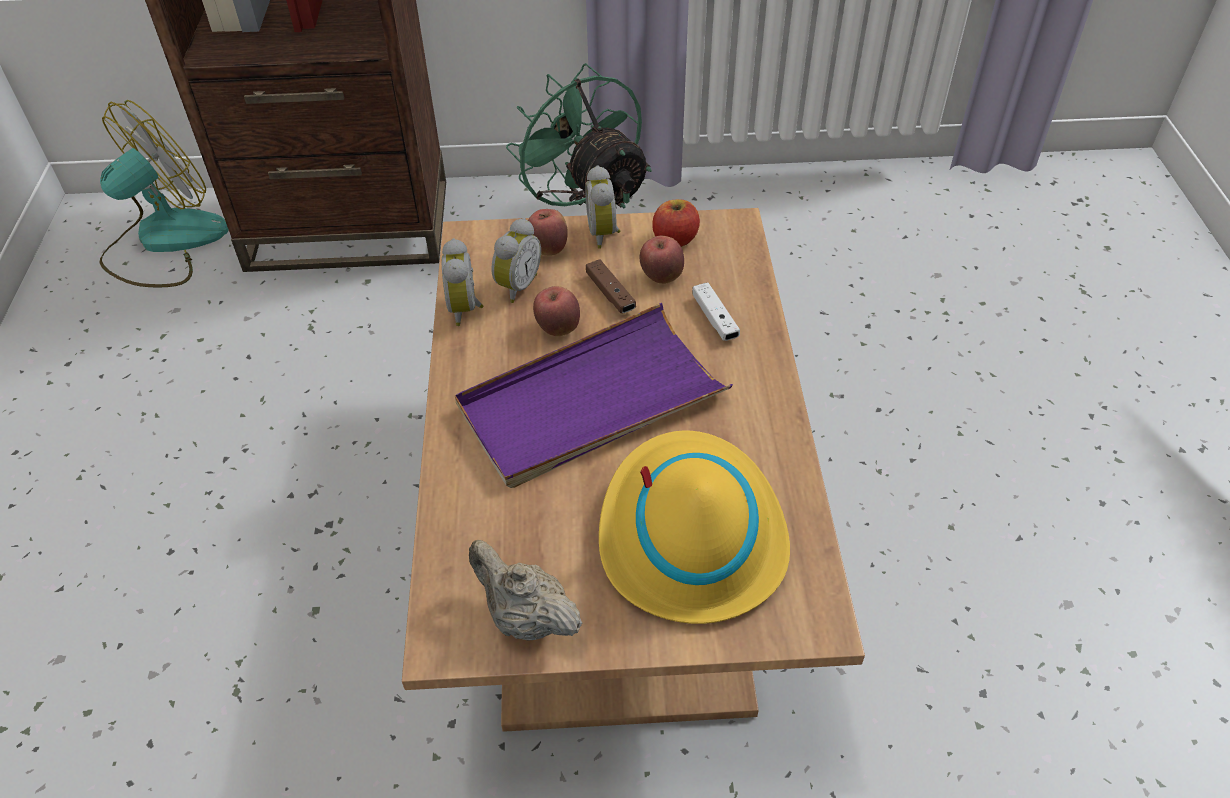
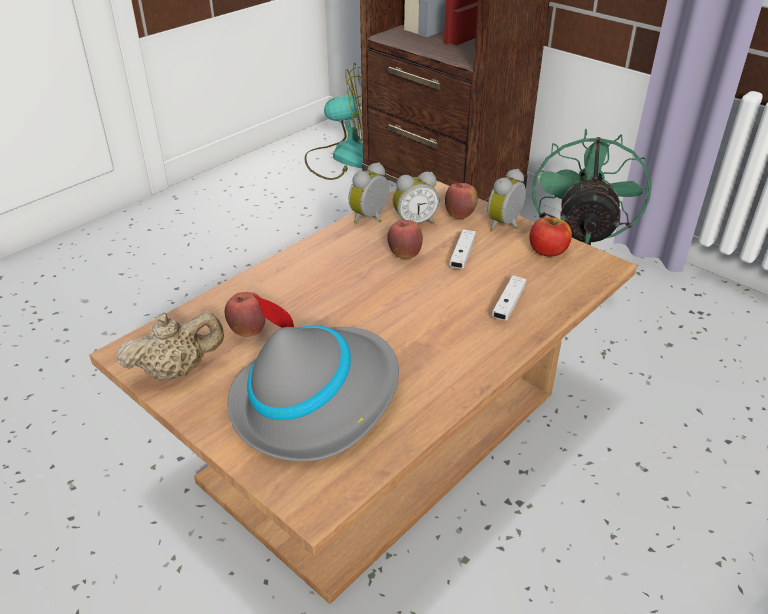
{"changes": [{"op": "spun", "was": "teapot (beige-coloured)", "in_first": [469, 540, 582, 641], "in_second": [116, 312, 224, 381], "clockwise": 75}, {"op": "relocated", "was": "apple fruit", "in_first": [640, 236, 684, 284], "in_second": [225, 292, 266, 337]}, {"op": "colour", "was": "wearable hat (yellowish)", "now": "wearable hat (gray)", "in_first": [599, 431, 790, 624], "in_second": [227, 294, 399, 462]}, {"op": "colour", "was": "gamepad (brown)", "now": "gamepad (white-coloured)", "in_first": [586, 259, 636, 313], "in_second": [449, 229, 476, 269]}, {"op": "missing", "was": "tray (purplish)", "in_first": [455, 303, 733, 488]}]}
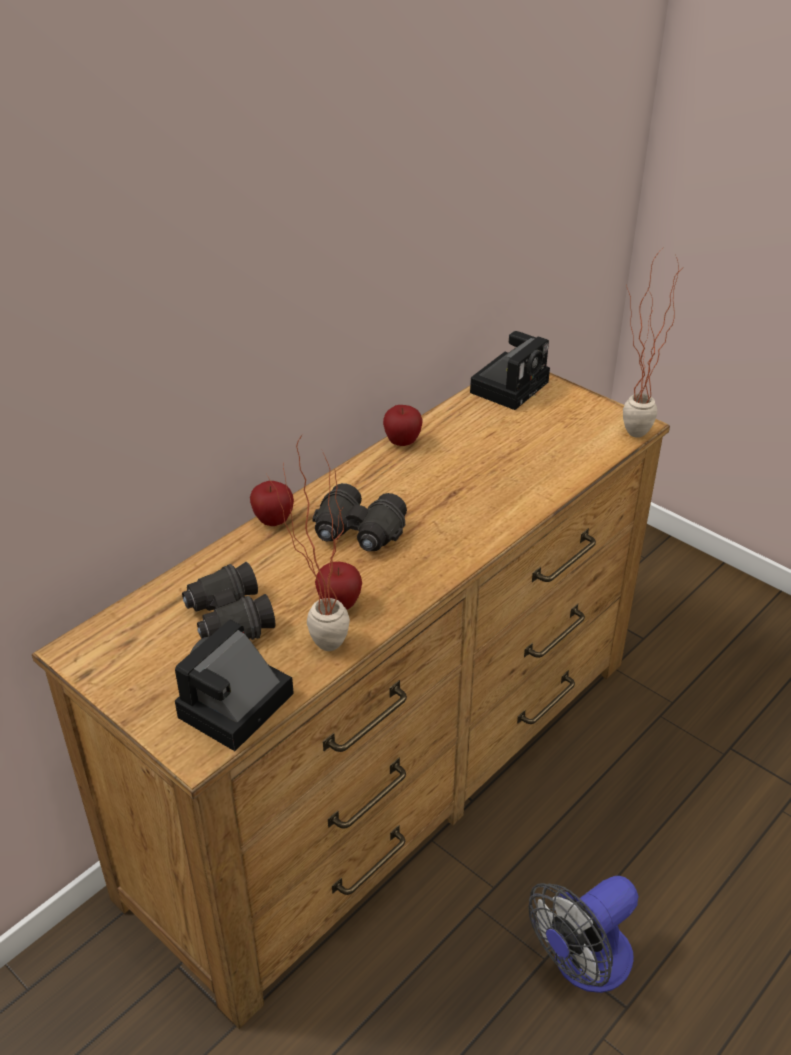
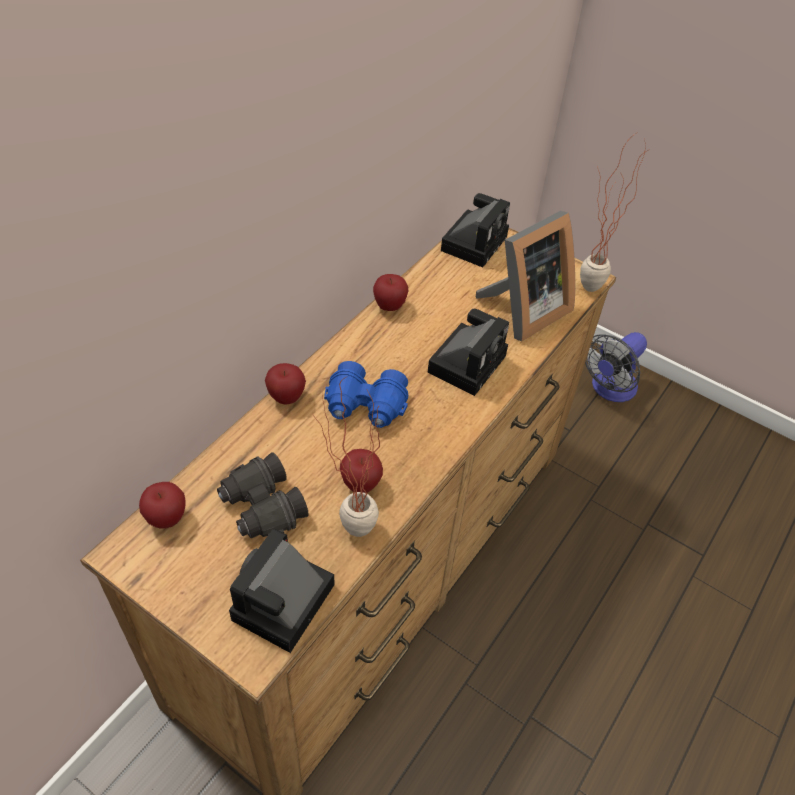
{"changes": [{"op": "appeared", "now": "apple fruit", "in_second": [139, 482, 186, 529]}, {"op": "colour", "was": "binoculars (black-coloured)", "now": "binoculars (blue)", "in_first": [312, 483, 407, 551], "in_second": [324, 361, 408, 428]}, {"op": "appeared", "now": "still camera", "in_second": [427, 309, 509, 396]}, {"op": "appeared", "now": "standing frame", "in_second": [476, 211, 575, 342]}, {"op": "relocated", "was": "cooling fan", "in_first": [528, 876, 638, 993], "in_second": [585, 332, 647, 402]}]}
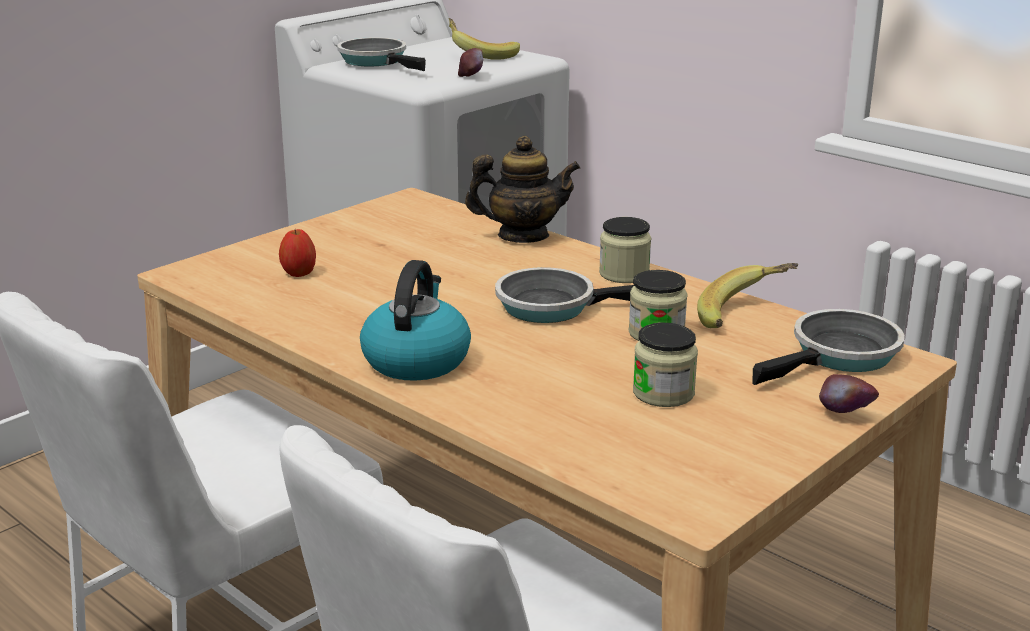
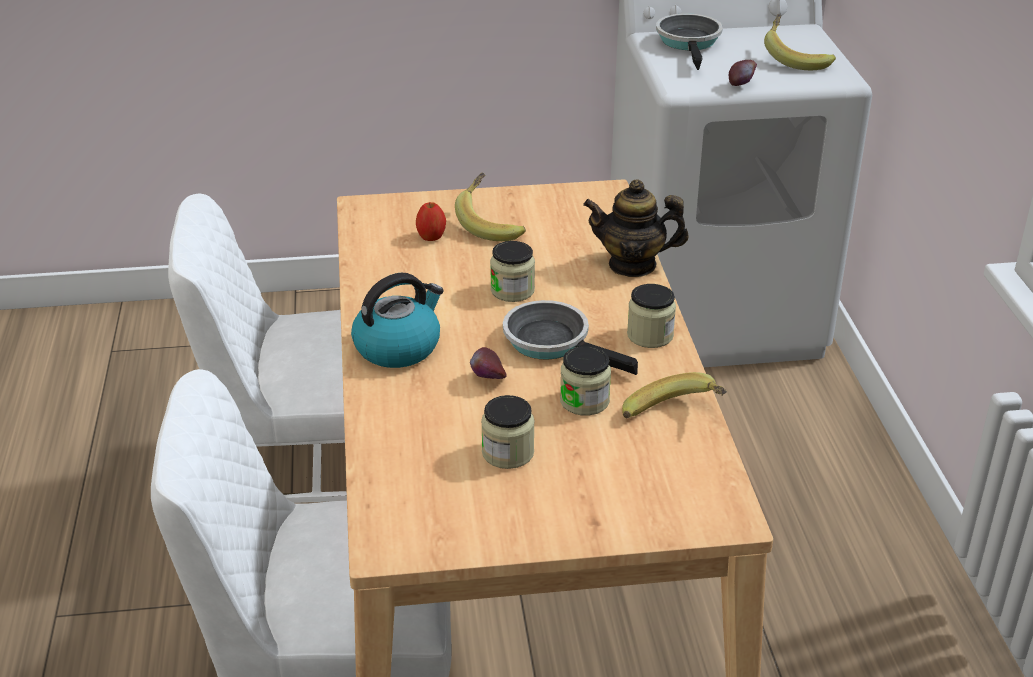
{"changes": [{"op": "appeared", "now": "banana", "in_second": [455, 172, 526, 241]}, {"op": "relocated", "was": "apple fruit", "in_first": [819, 374, 879, 413], "in_second": [470, 347, 507, 379]}, {"op": "appeared", "now": "storage jar", "in_second": [490, 241, 535, 302]}, {"op": "spun", "was": "teapot", "in_first": [465, 136, 580, 243], "in_second": [583, 179, 689, 277], "clockwise": 150}, {"op": "missing", "was": "pan", "in_first": [753, 309, 905, 385]}]}
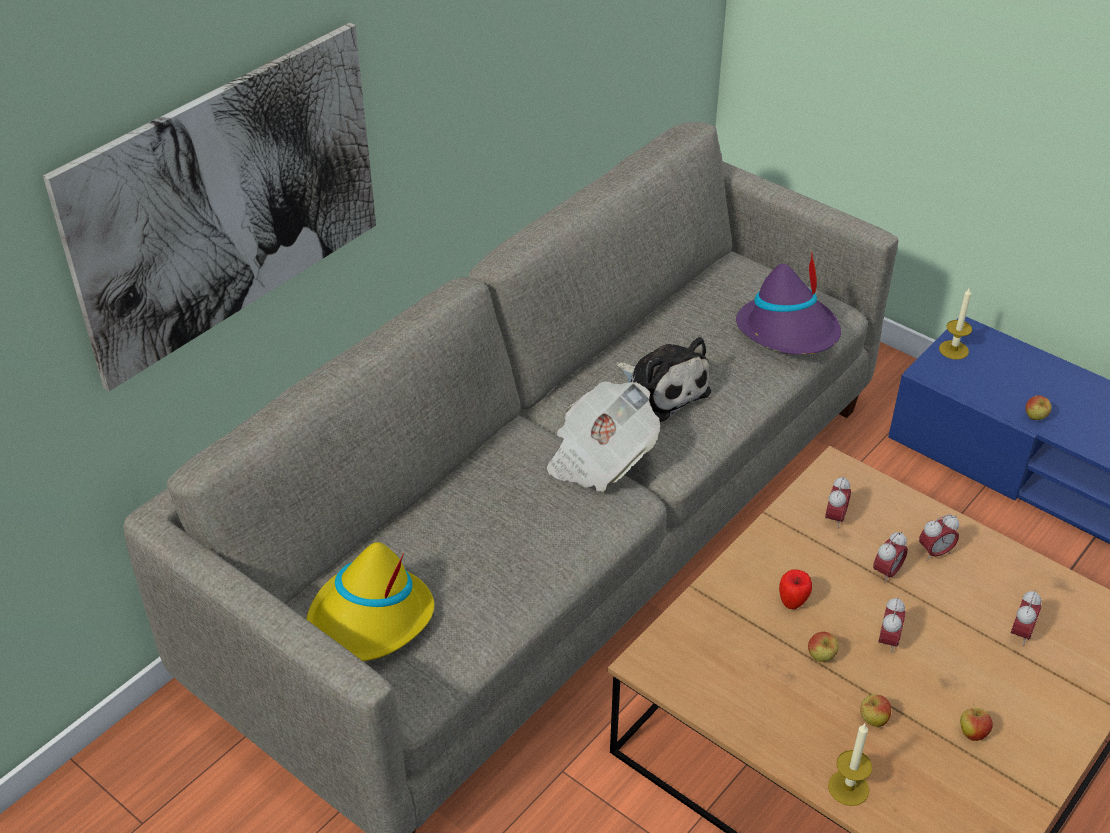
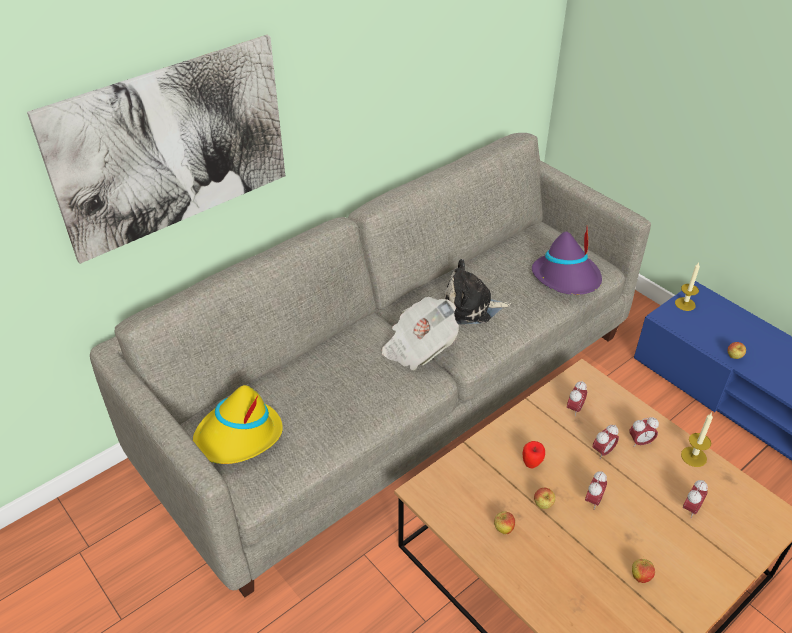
{"changes": [{"op": "spun", "was": "cuddly toy", "in_first": [616, 337, 711, 422], "in_second": [445, 259, 511, 324], "clockwise": 120}, {"op": "relocated", "was": "apple fruit", "in_first": [860, 694, 891, 727], "in_second": [494, 511, 515, 535]}, {"op": "relocated", "was": "wax candle", "in_first": [828, 724, 872, 806], "in_second": [681, 413, 713, 467]}]}
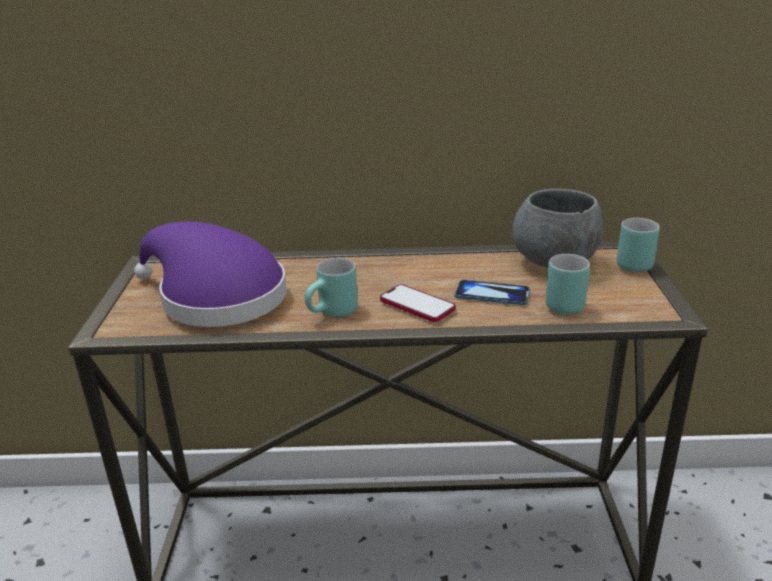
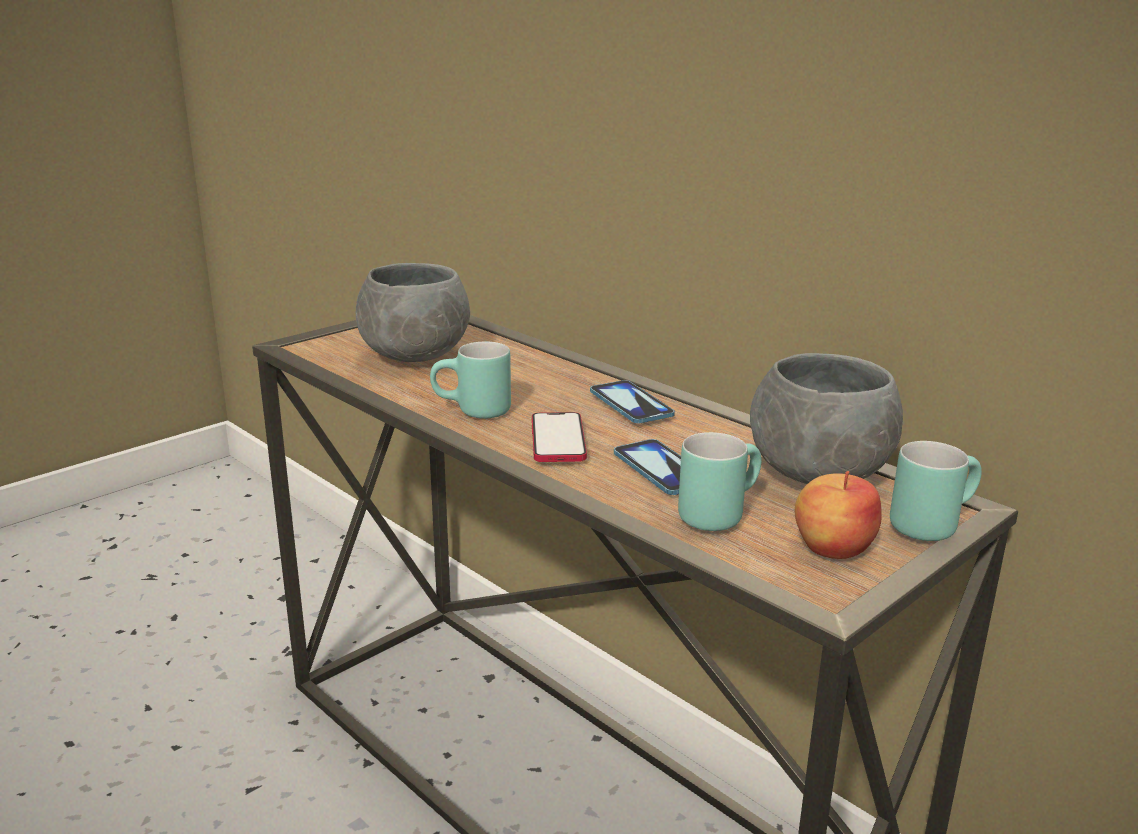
{"changes": [{"op": "exchanged", "was": "wearable hat (purplish)", "now": "deep dish (gray)", "in_first": [134, 221, 287, 327], "in_second": [356, 263, 470, 362]}, {"op": "appeared", "now": "phone", "in_second": [590, 380, 675, 423]}, {"op": "appeared", "now": "apple fruit", "in_second": [795, 471, 882, 559]}]}
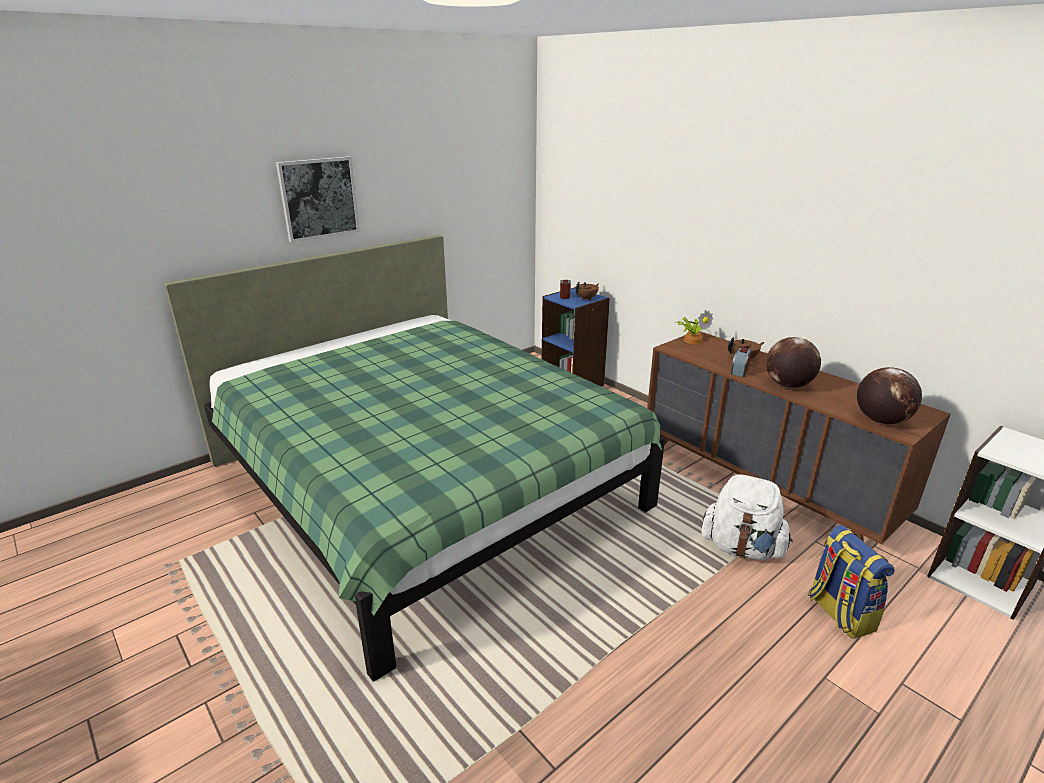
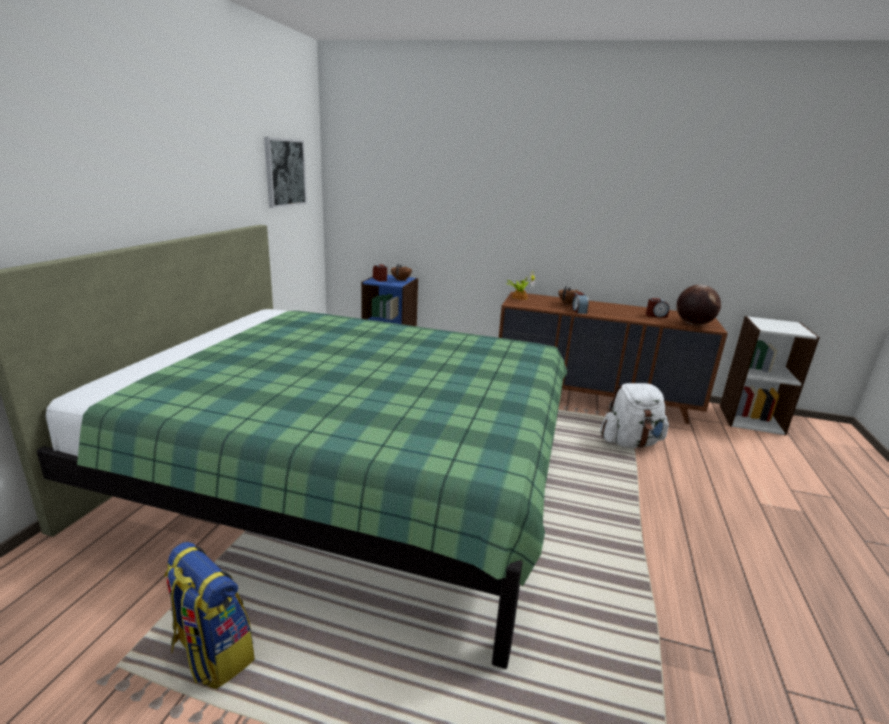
{"changes": [{"op": "relocated", "was": "backpack", "in_first": [808, 525, 895, 639], "in_second": [164, 542, 255, 689]}, {"op": "relocated", "was": "wall picture", "in_first": [276, 156, 360, 242], "in_second": [264, 137, 307, 208]}, {"op": "appeared", "now": "table clock", "in_second": [646, 298, 669, 318]}, {"op": "missing", "was": "desk globe", "in_first": [766, 337, 821, 388]}]}
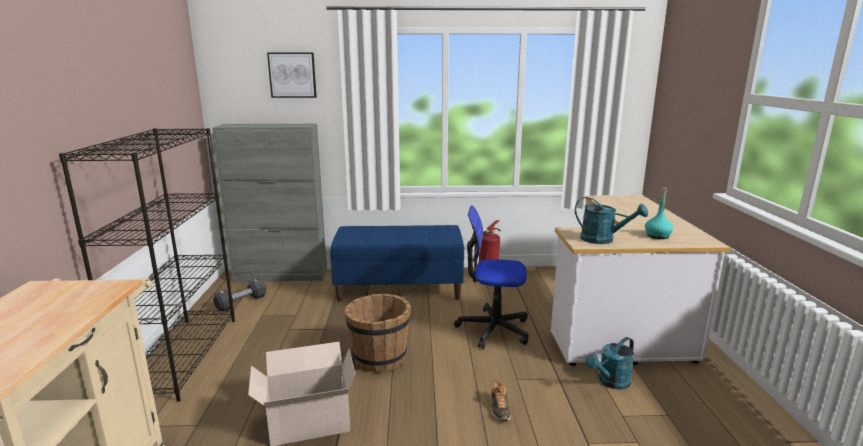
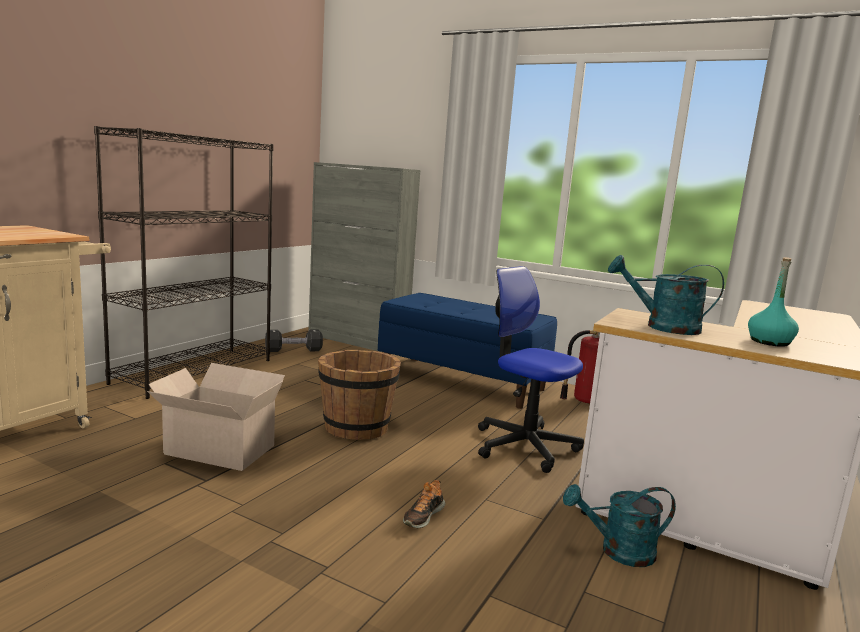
{"changes": [{"op": "spun", "was": "watering pot (turquoise-coloured)", "in_first": [575, 197, 648, 244], "in_second": [608, 255, 724, 335], "clockwise": 135}, {"op": "missing", "was": "wall picture", "in_first": [267, 52, 317, 98]}]}
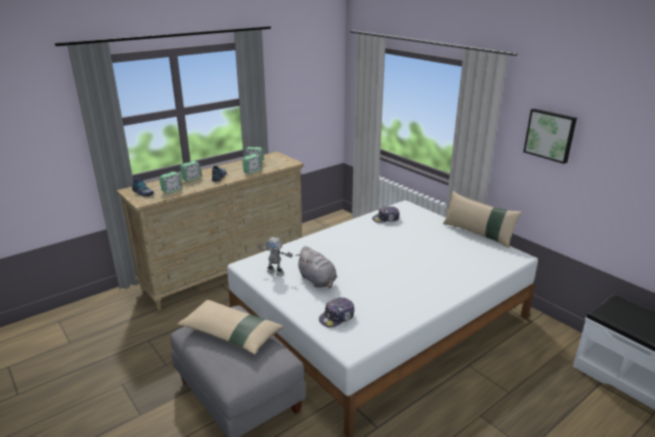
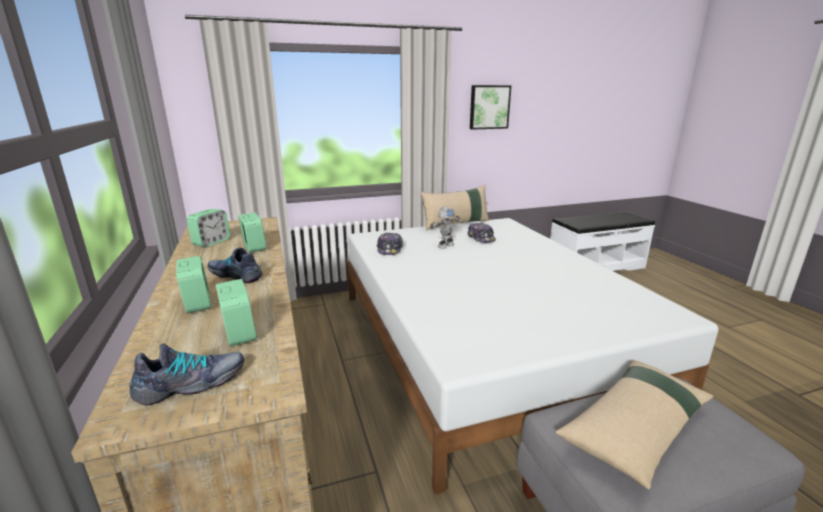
{"changes": [{"op": "relocated", "was": "model robot", "in_first": [258, 237, 293, 276], "in_second": [430, 206, 460, 249]}, {"op": "relocated", "was": "peaked cap", "in_first": [319, 297, 354, 328], "in_second": [467, 223, 496, 243]}, {"op": "missing", "was": "cuddly toy (gray)", "in_first": [296, 246, 337, 289]}]}
